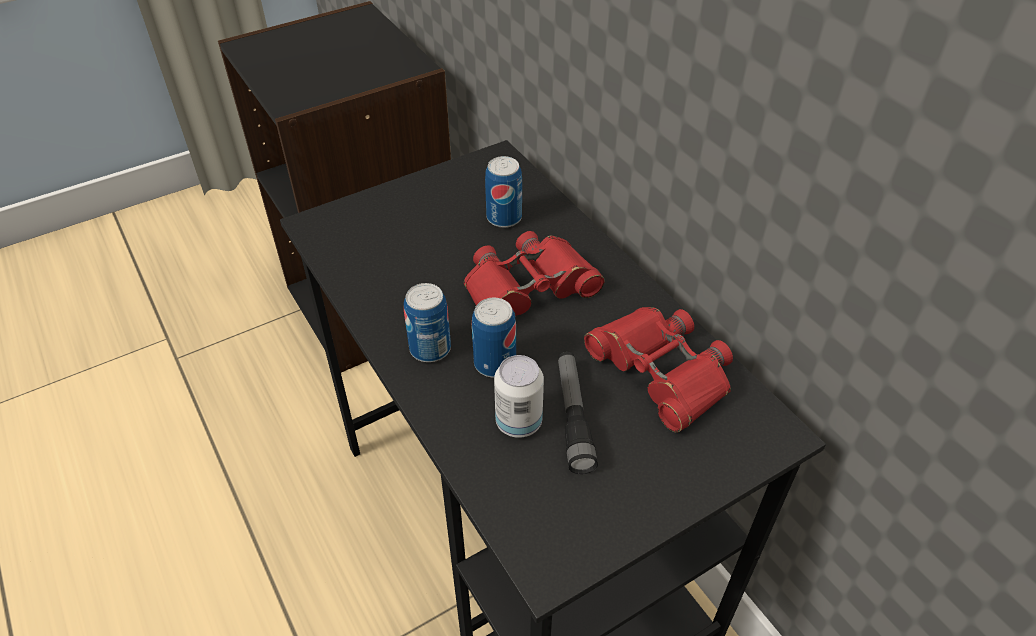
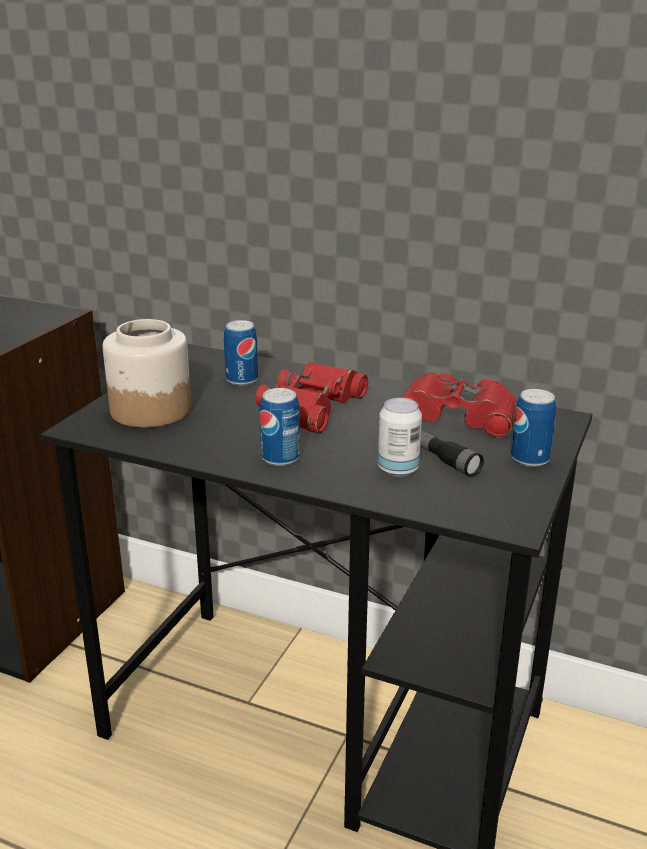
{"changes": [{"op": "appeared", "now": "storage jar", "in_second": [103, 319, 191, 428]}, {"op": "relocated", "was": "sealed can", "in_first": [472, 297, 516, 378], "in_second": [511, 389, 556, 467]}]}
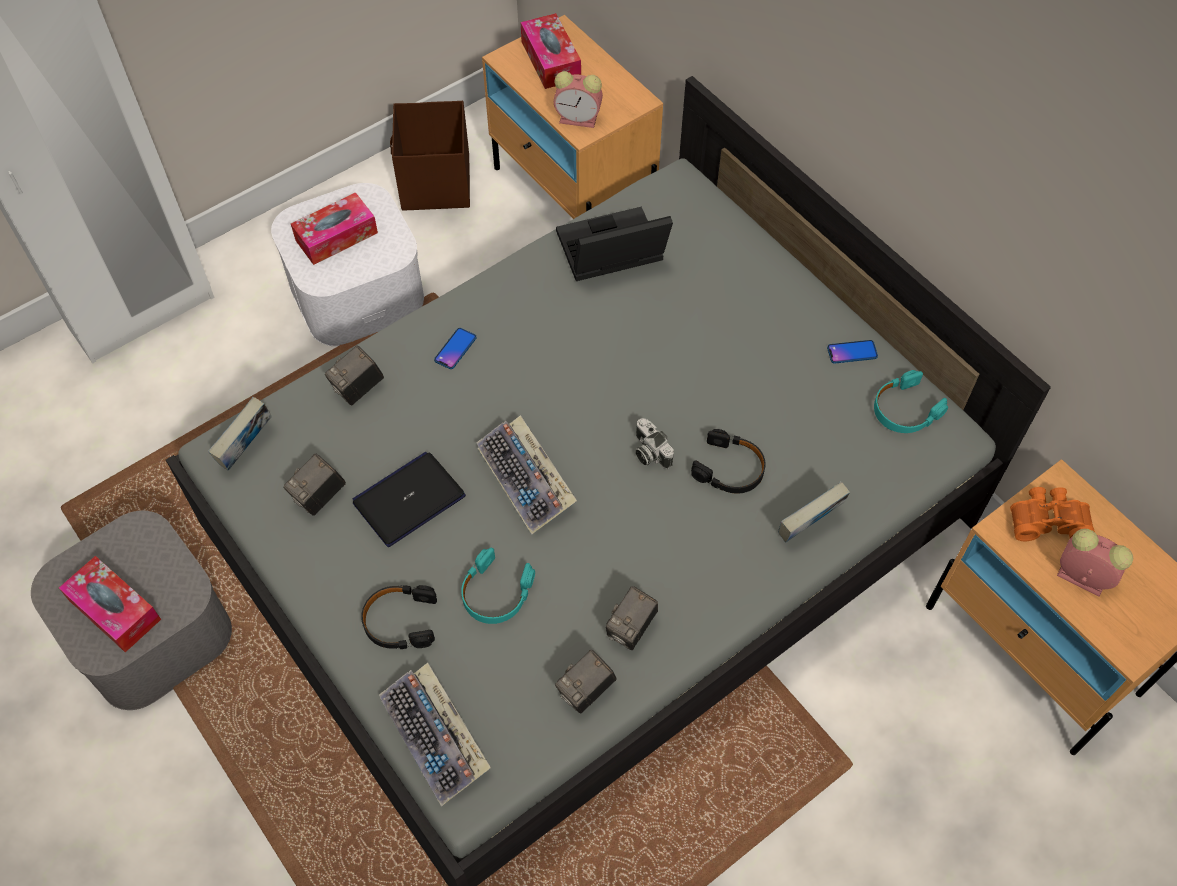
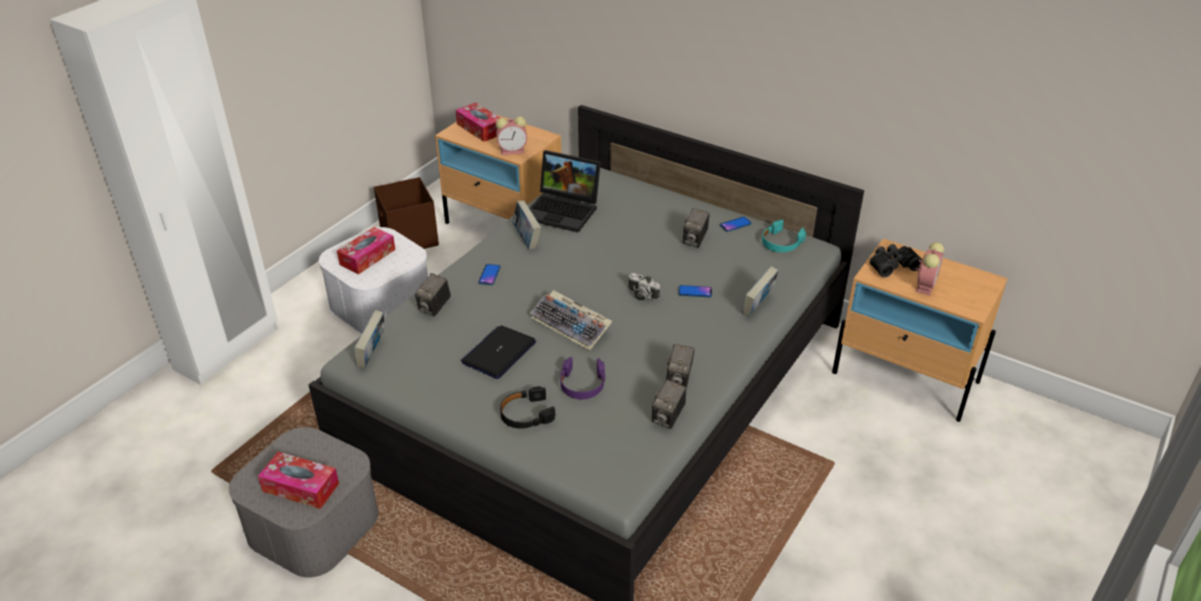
{"changes": [{"op": "appeared", "now": "bound book", "in_second": [512, 200, 541, 250]}, {"op": "spun", "was": "portable computer", "in_first": [556, 207, 673, 281], "in_second": [529, 150, 601, 233], "clockwise": -120}, {"op": "colour", "was": "headset (turquoise-coloured)", "now": "headset (purplish)", "in_first": [461, 548, 535, 624], "in_second": [560, 357, 605, 400]}, {"op": "exchanged", "was": "headset (black-coloured)", "now": "phone", "in_first": [691, 429, 765, 494], "in_second": [679, 285, 712, 297]}, {"op": "relocated", "was": "still camera", "in_first": [283, 453, 346, 516], "in_second": [683, 208, 710, 248]}, {"op": "colour", "was": "binoculars (orange-coloured)", "now": "binoculars (black-coloured)", "in_first": [1010, 487, 1095, 541], "in_second": [870, 244, 922, 277]}, {"op": "spun", "was": "table clock", "in_first": [1057, 529, 1133, 597], "in_second": [915, 242, 944, 295], "clockwise": 105}, {"op": "missing", "was": "keyboard", "in_first": [379, 663, 491, 806]}]}
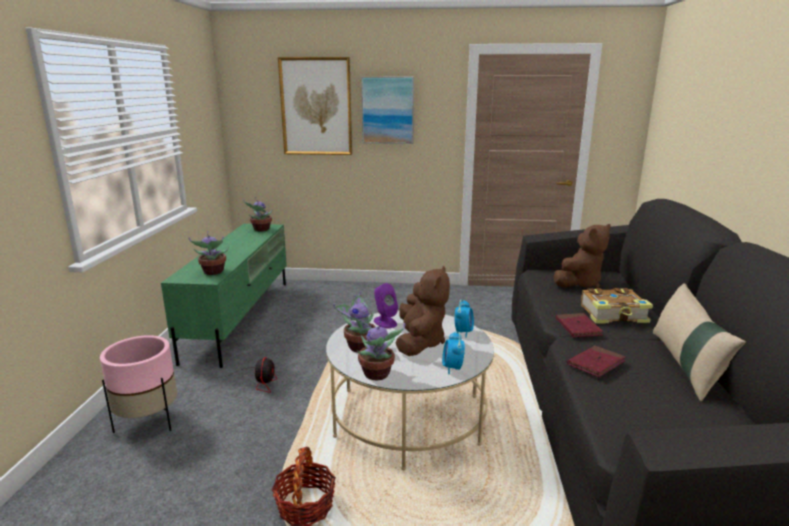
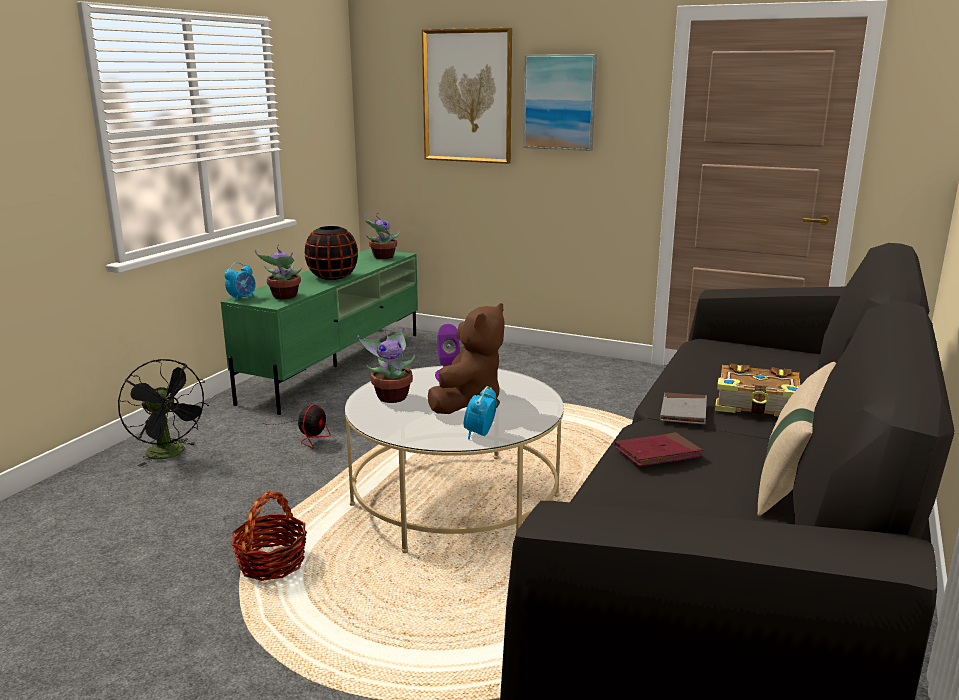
{"changes": [{"op": "exchanged", "was": "plant pot (pink-coloured)", "now": "cooling fan (black-coloured)", "in_first": [100, 335, 177, 433], "in_second": [118, 359, 209, 467]}, {"op": "relocated", "was": "table clock", "in_first": [455, 300, 474, 338], "in_second": [225, 262, 256, 302]}, {"op": "appeared", "now": "flower vase (black-coloured)", "in_second": [305, 226, 358, 280]}, {"op": "colour", "was": "bound book (red-coloured)", "now": "bound book (gray)", "in_first": [556, 313, 603, 337], "in_second": [660, 392, 707, 425]}, {"op": "missing", "was": "plant in a pot", "in_first": [357, 321, 405, 381]}, {"op": "missing", "was": "cuddly toy (brown)", "in_first": [554, 224, 610, 289]}]}
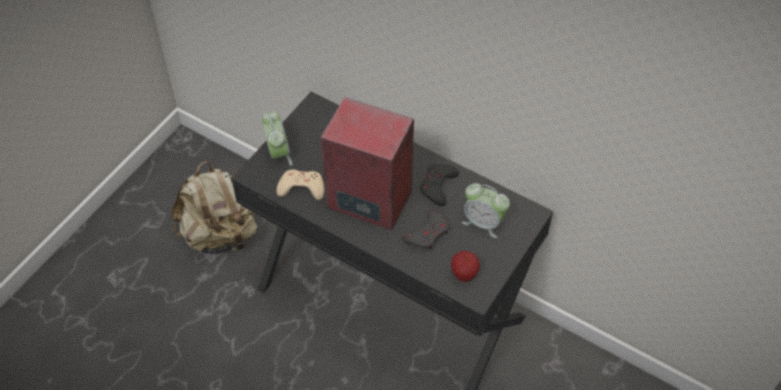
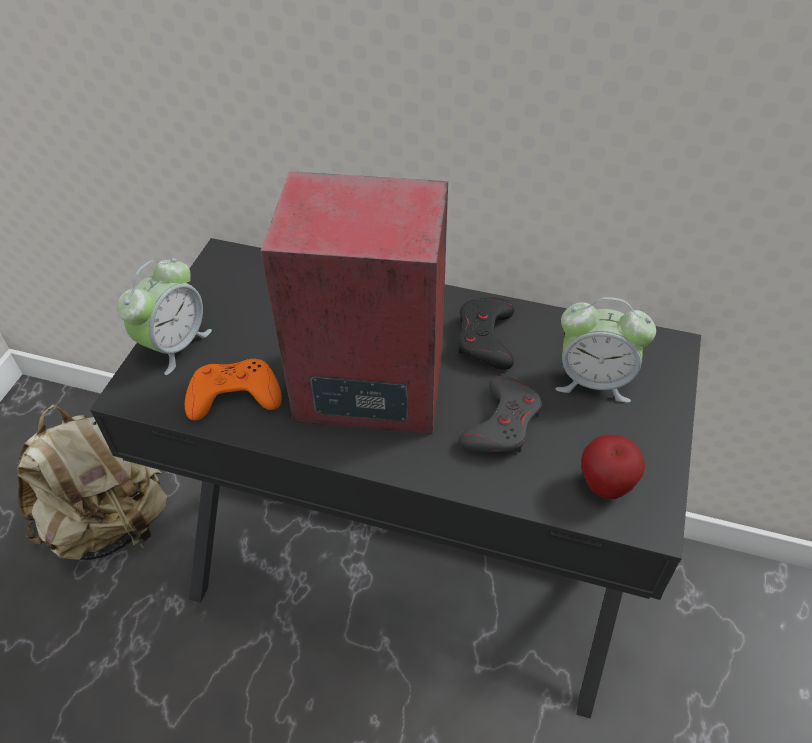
{"changes": [{"op": "spun", "was": "table clock", "in_first": [262, 111, 292, 166], "in_second": [117, 258, 212, 375], "clockwise": 60}, {"op": "colour", "was": "gamepad (beige-coloured)", "now": "gamepad (orange-coloured)", "in_first": [276, 170, 324, 200], "in_second": [185, 359, 282, 420]}]}
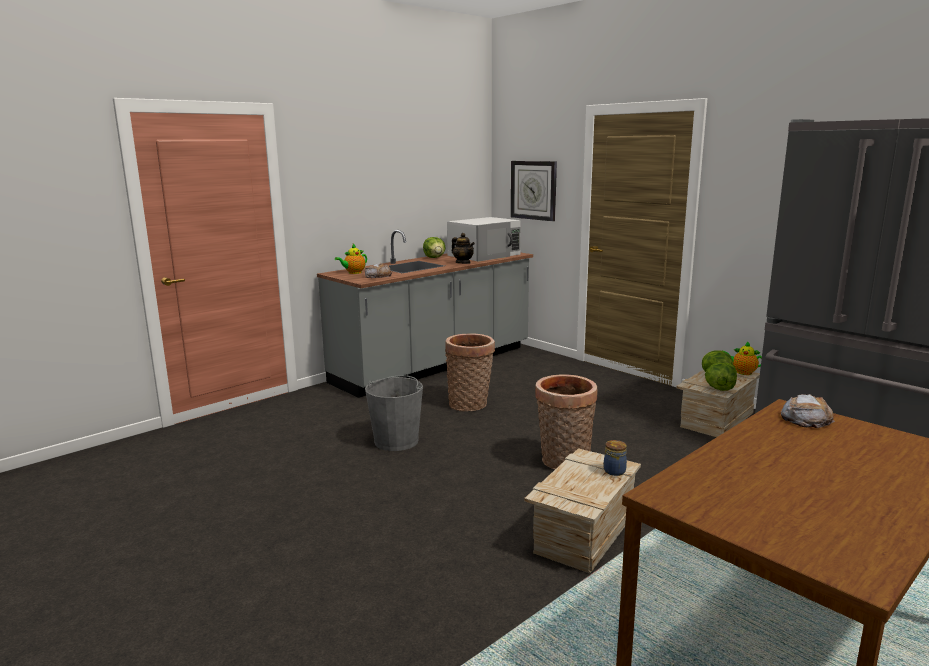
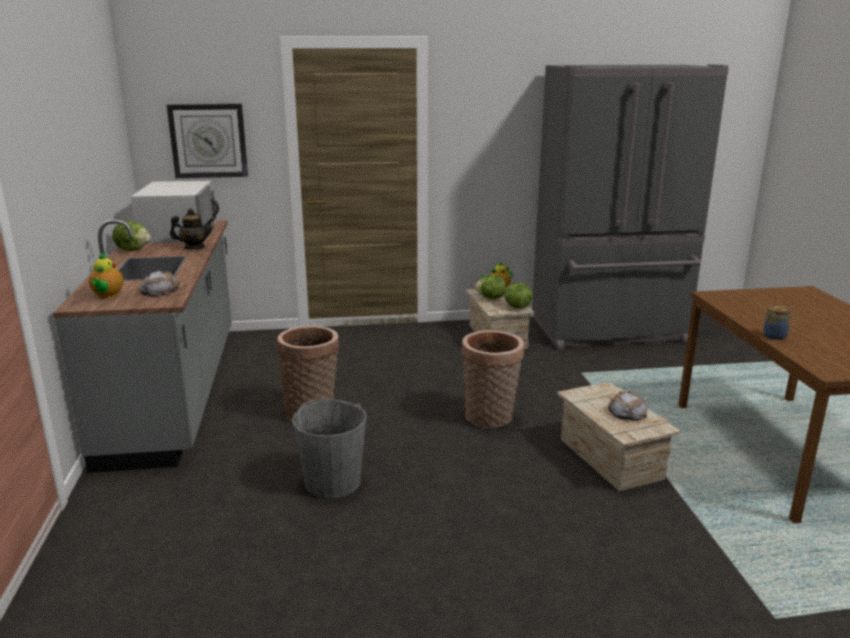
{"changes": [{"op": "relocated", "was": "bread", "in_first": [781, 394, 835, 428], "in_second": [608, 391, 648, 421]}, {"op": "relocated", "was": "storage jar", "in_first": [603, 440, 627, 476], "in_second": [764, 306, 791, 340]}]}
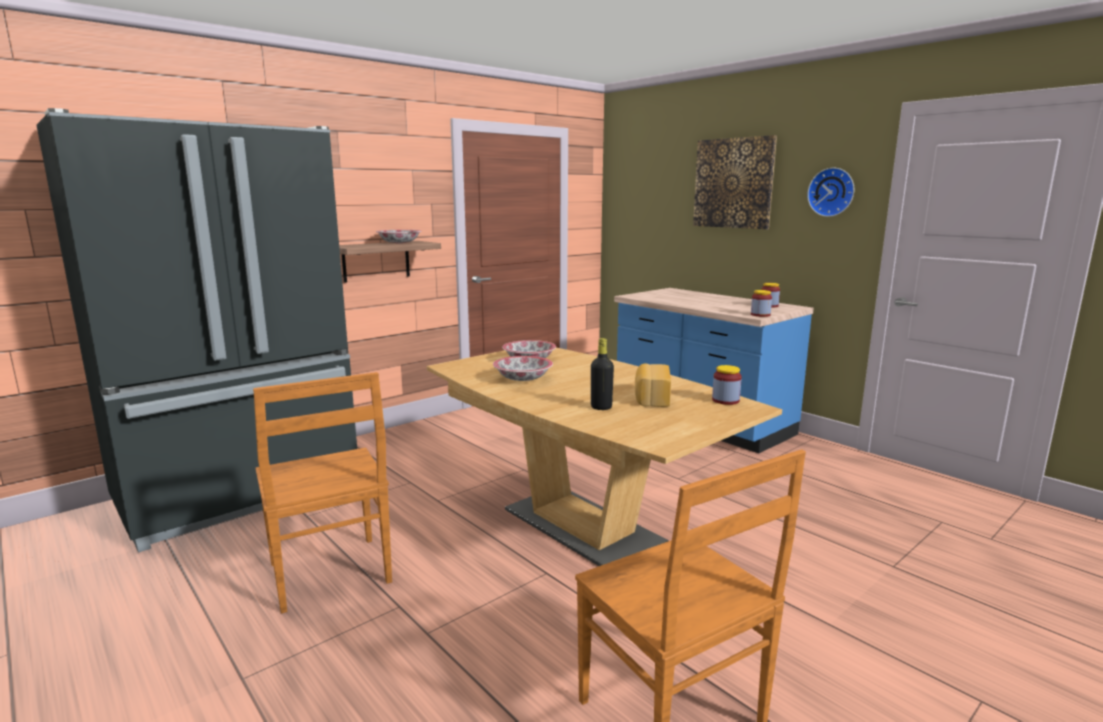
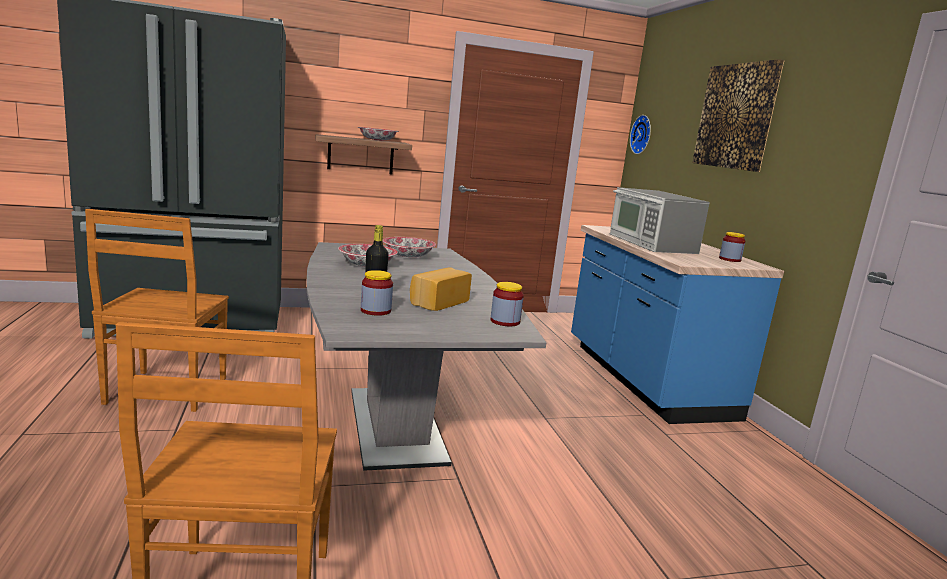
{"changes": [{"op": "colour", "was": "dining table (brown)", "now": "dining table (gray)", "in_first": [427, 348, 782, 566], "in_second": [307, 242, 546, 471]}, {"op": "relocated", "was": "storage jar", "in_first": [751, 290, 772, 317], "in_second": [361, 270, 393, 316]}, {"op": "appeared", "now": "microwave", "in_second": [610, 187, 710, 254]}, {"op": "relocated", "was": "hanging clock", "in_first": [807, 168, 854, 217], "in_second": [630, 115, 651, 154]}]}
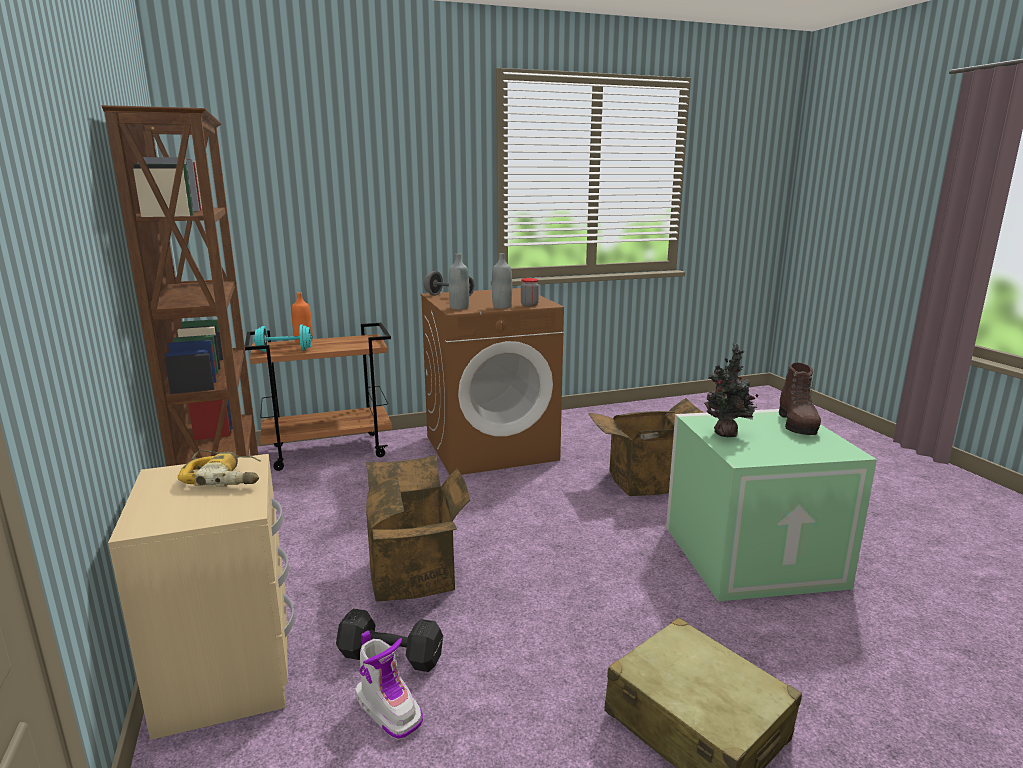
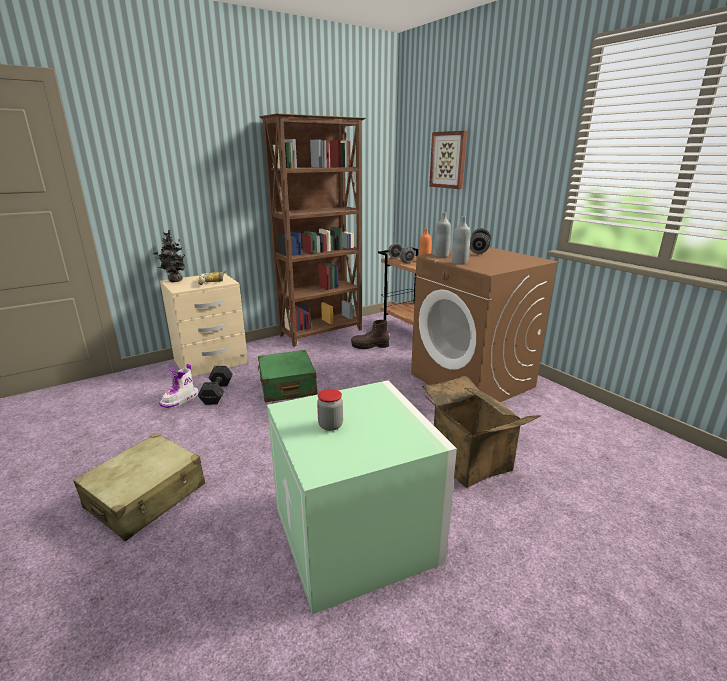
{"changes": [{"op": "relocated", "was": "plant in a pot", "in_first": [704, 343, 759, 437], "in_second": [153, 229, 185, 282]}, {"op": "exchanged", "was": "cardboard box", "now": "piece of luggage (greenish)", "in_first": [366, 455, 470, 602], "in_second": [257, 350, 318, 402]}, {"op": "relocated", "was": "storage jar", "in_first": [521, 278, 539, 306], "in_second": [317, 389, 343, 431]}, {"op": "relocated", "was": "tall boot (brown)", "in_first": [779, 362, 821, 435], "in_second": [351, 320, 390, 349]}, {"op": "colour", "was": "hand weight (turquoise-coloured)", "now": "hand weight (gray)", "in_first": [254, 324, 313, 352], "in_second": [388, 243, 415, 263]}, {"op": "appeared", "now": "wall picture", "in_second": [429, 131, 467, 189]}]}
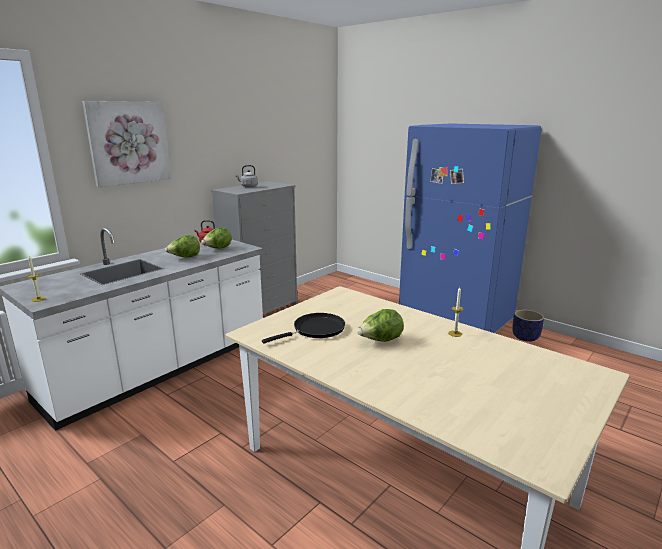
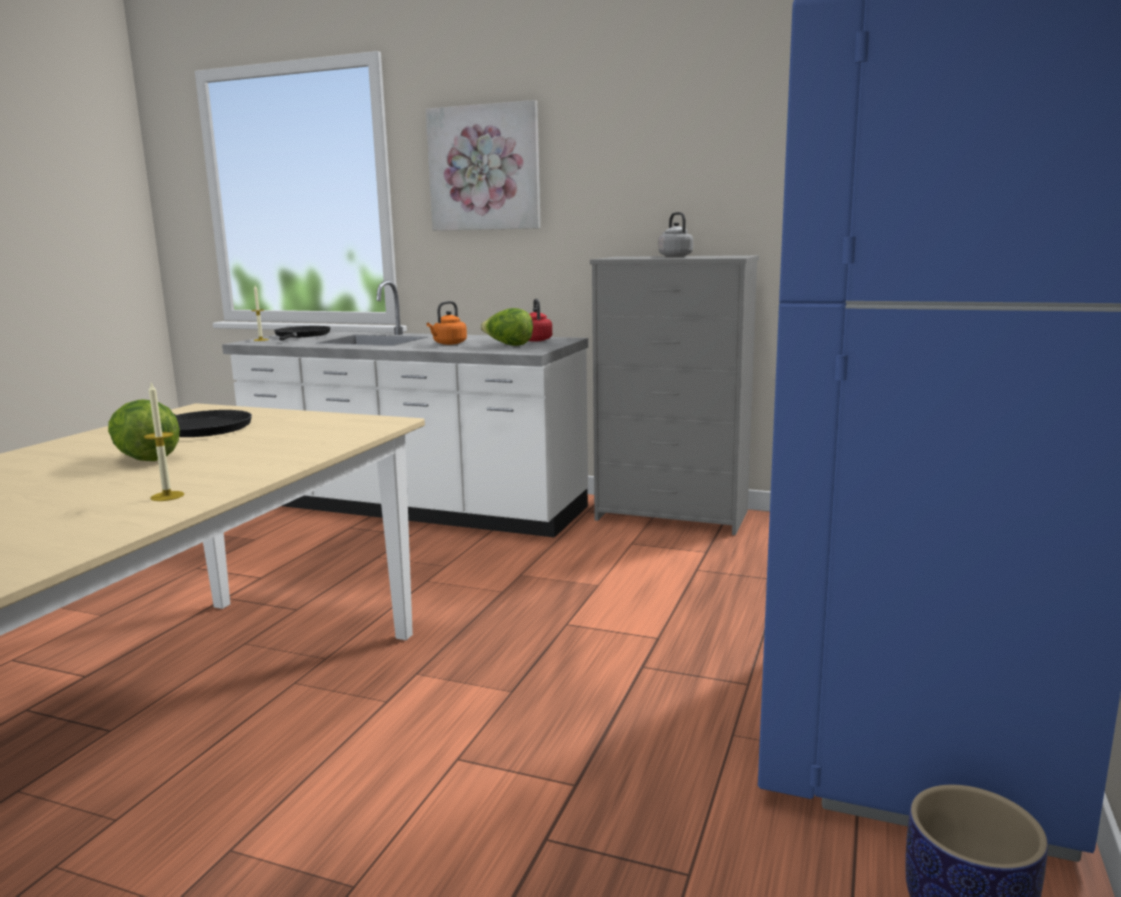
{"changes": [{"op": "appeared", "now": "pan (black-coloured)", "in_second": [274, 326, 331, 340]}, {"op": "exchanged", "was": "lettuce head", "now": "kettle (orange-coloured)", "in_first": [165, 235, 200, 257], "in_second": [427, 301, 467, 345]}]}
